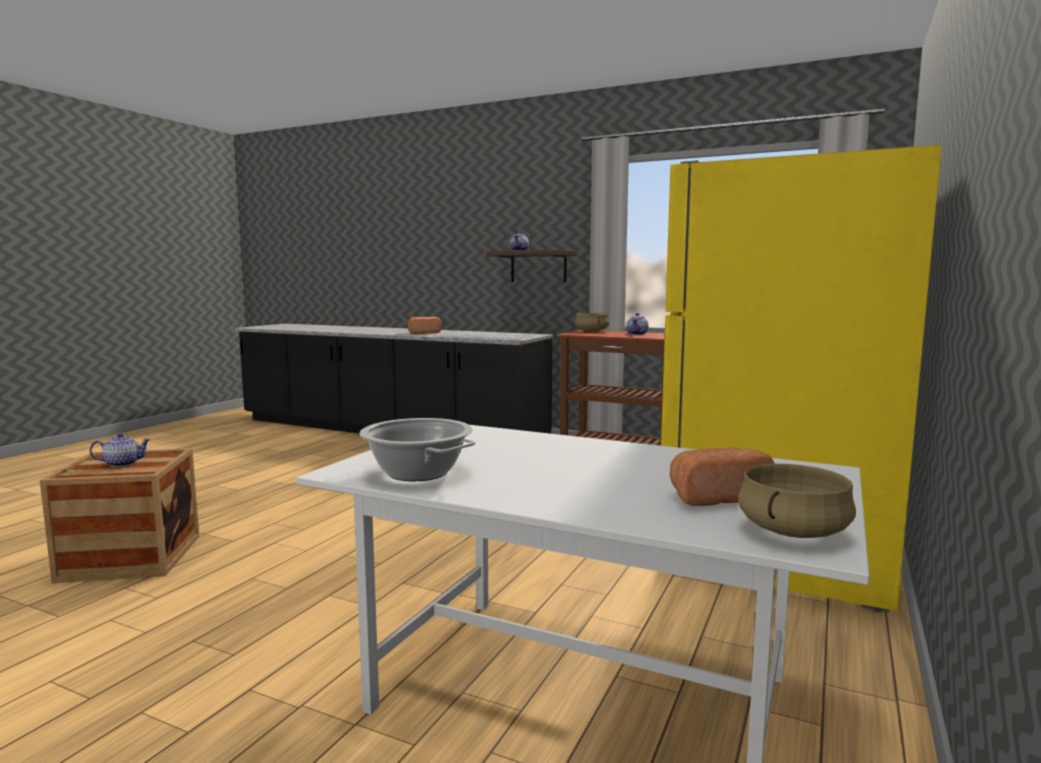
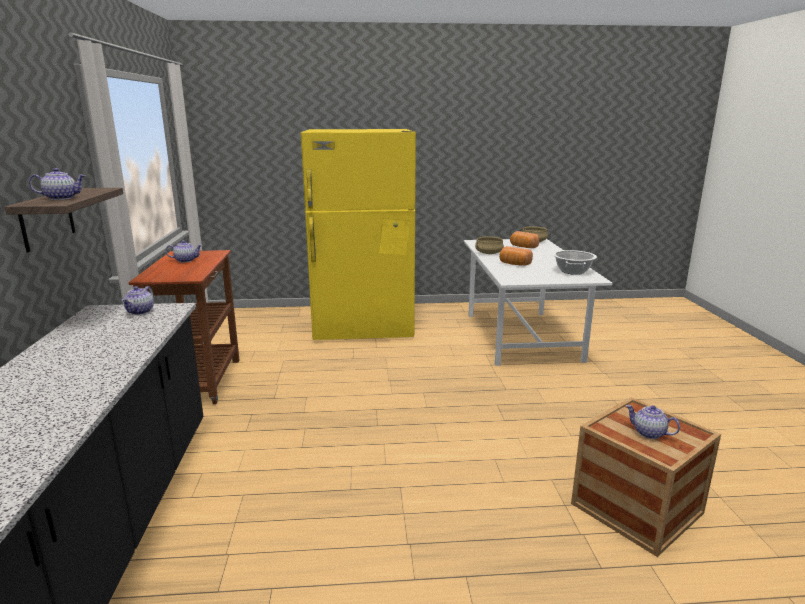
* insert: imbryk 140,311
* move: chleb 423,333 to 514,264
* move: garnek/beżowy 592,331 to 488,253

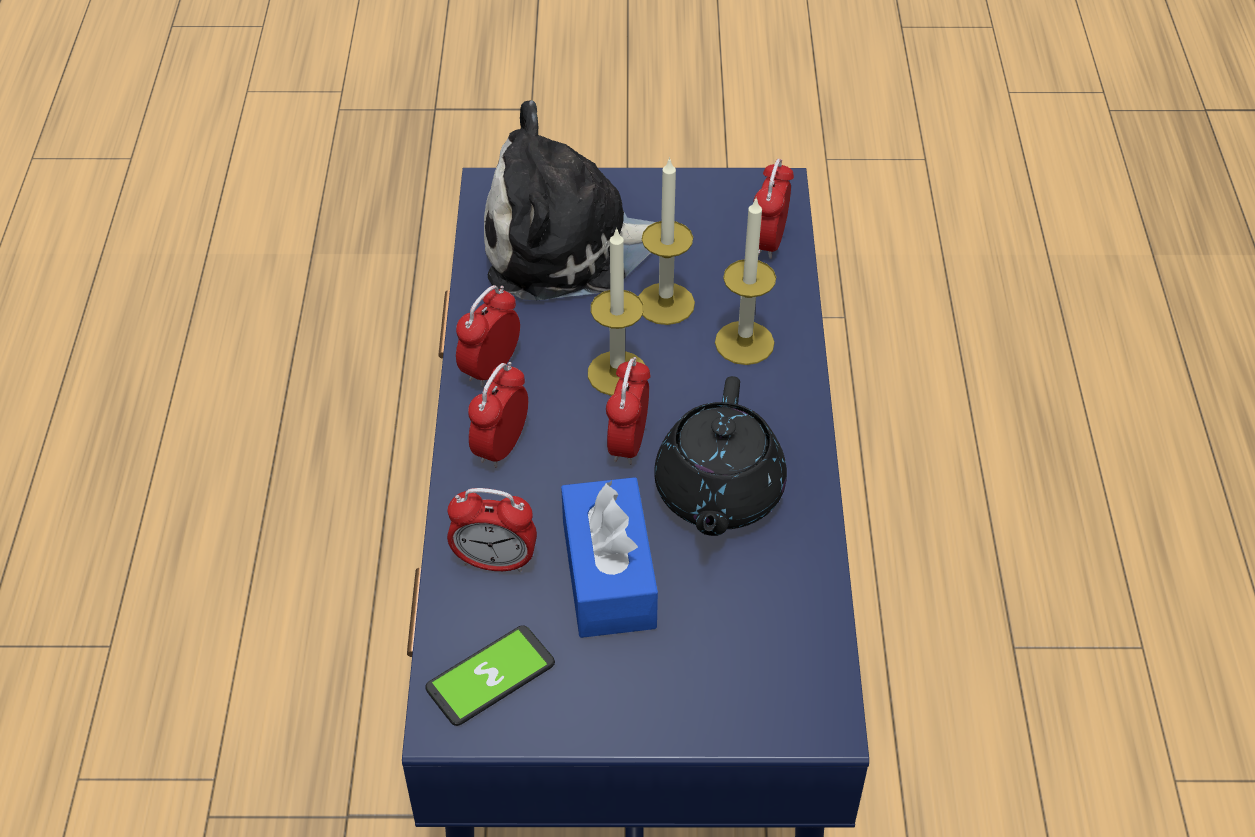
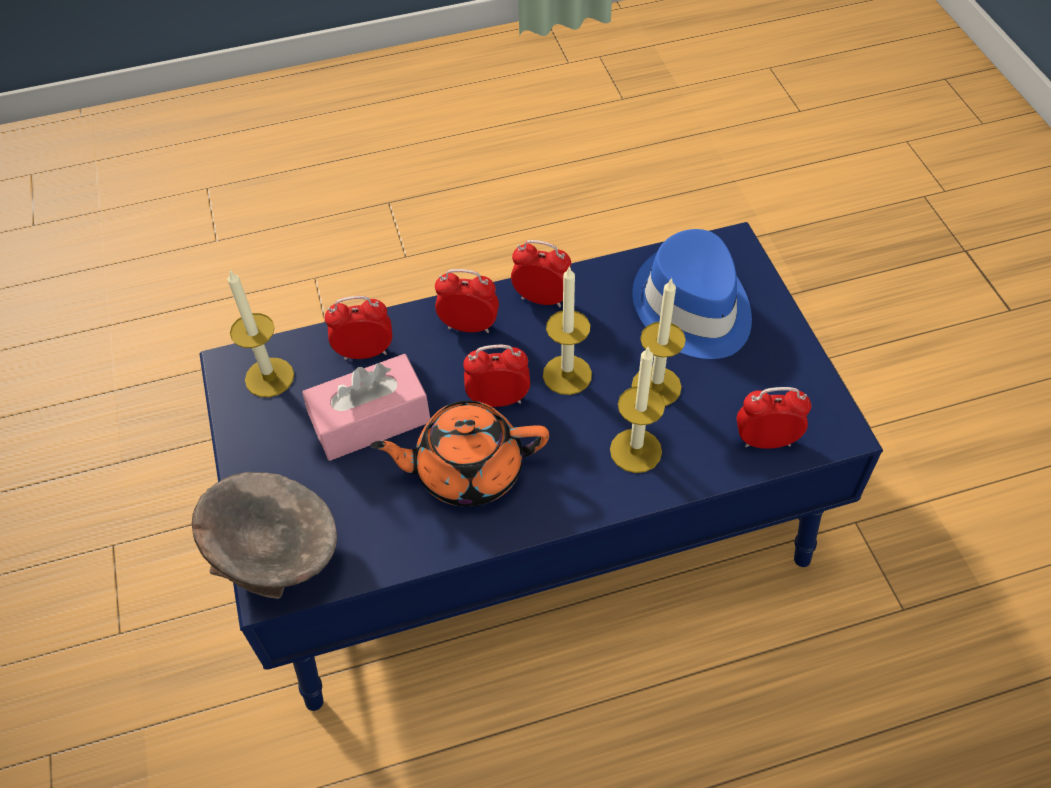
* insert: miska/szary 278,559
* replace: telefon 490,676 to świeca 269,377
* replace: pluszak 569,245 to kapelusz/niebieski 692,308
* recolor: pudełko chusteczek/niebieski 608,574 to pudełko chusteczek/różowy 370,420
* recolor: imbryk/czarny 717,493 to imbryk/pomarańczowy 467,469
* rotate: budzik 495,562 = 364,352 90 degrees clockwise

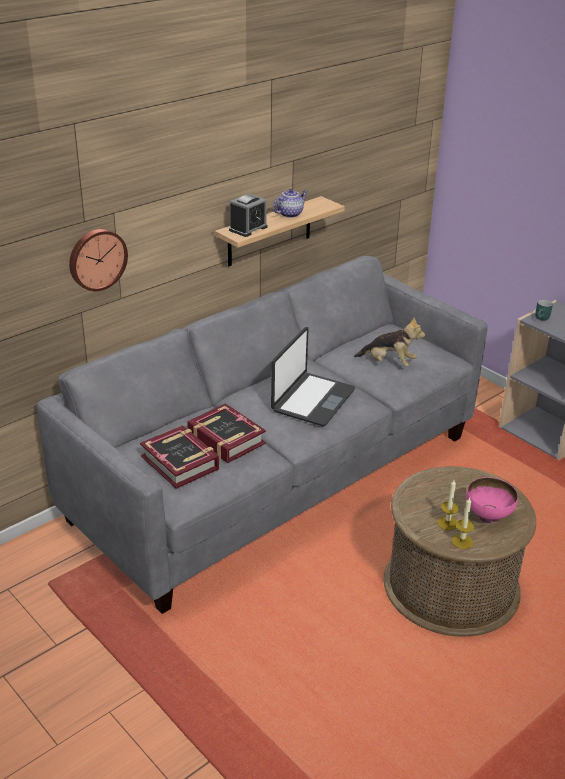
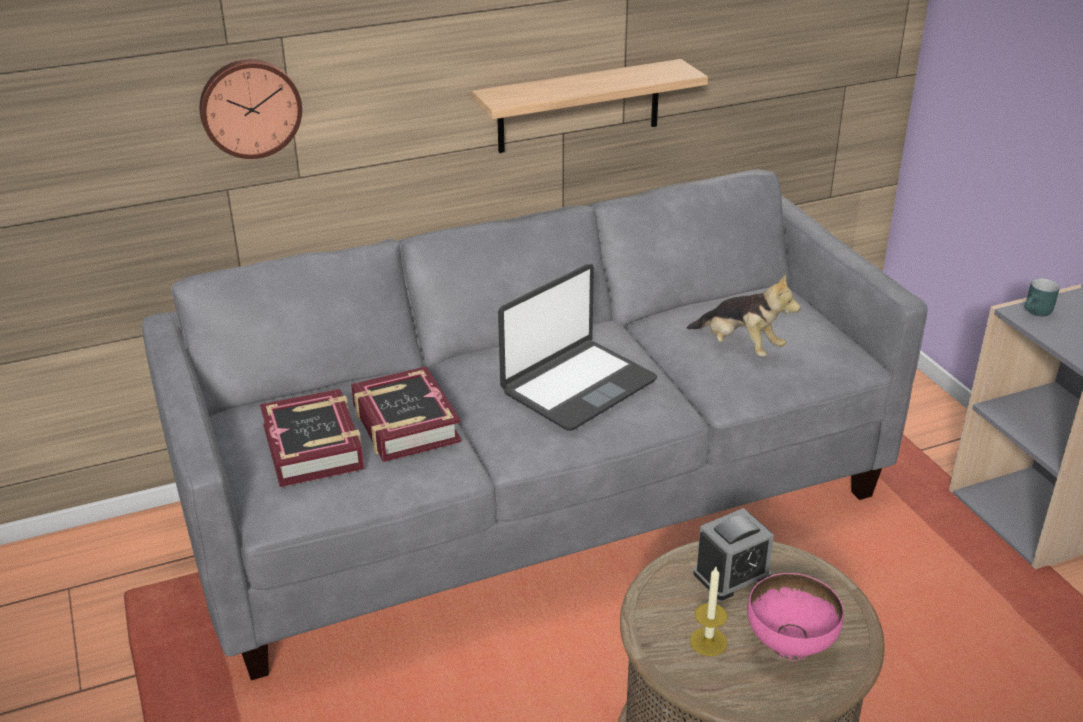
* delete: imbryk 290,214
* delete: świeca 462,541
* move: budzik 248,228 to 732,575

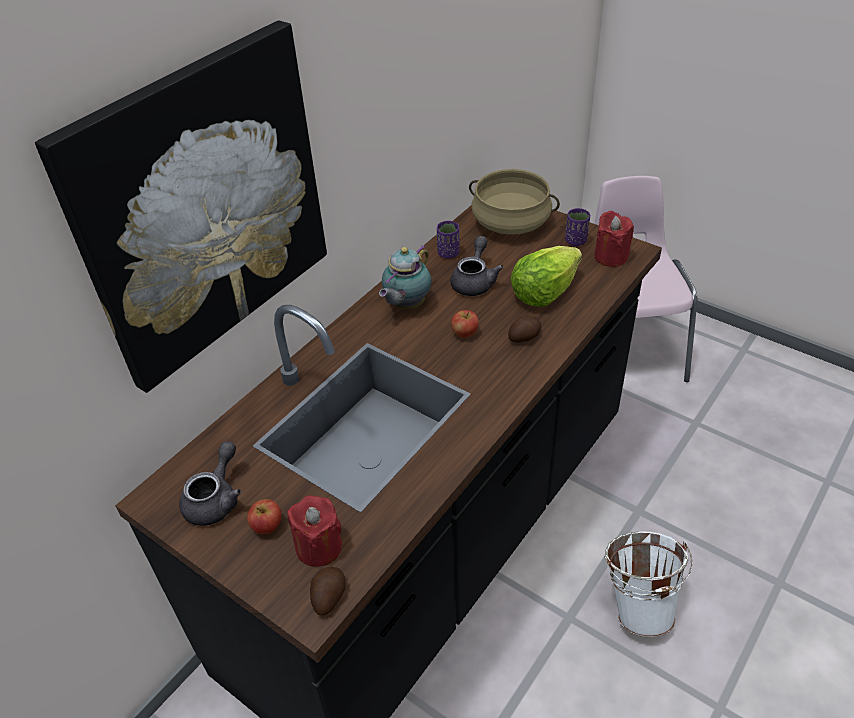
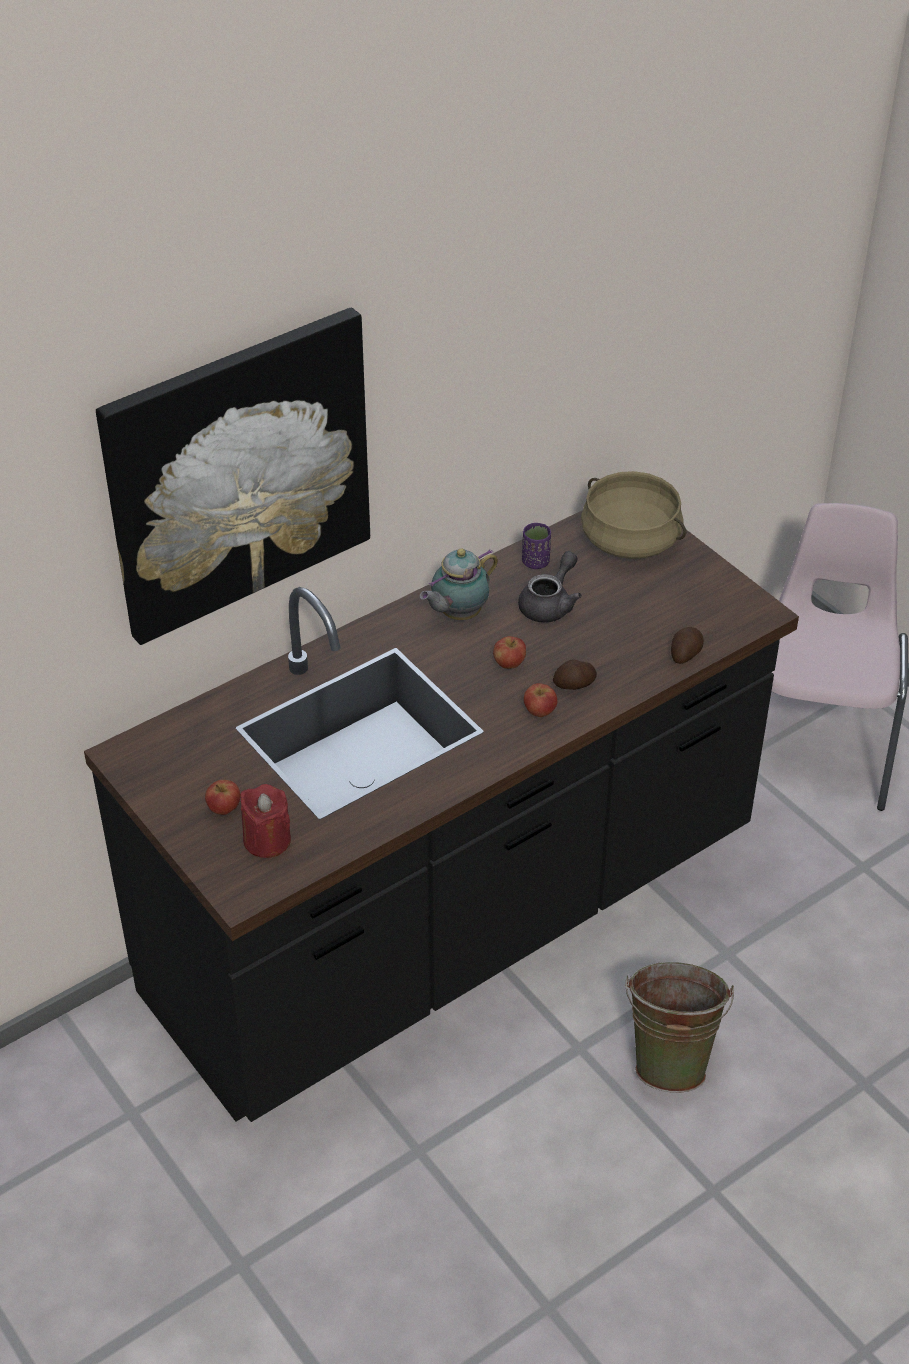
* delete: imbryk/szary 216,499
* delete: sałata 543,293
* delete: filiżanka/fioletowy 576,241
* delete: świeca/czerwony 611,256
* insert: jabłko 540,711
* move: ziemniak 328,596 to 685,653
* recolor: wiadro/biały 638,604 to wiadro/zielony 671,1058

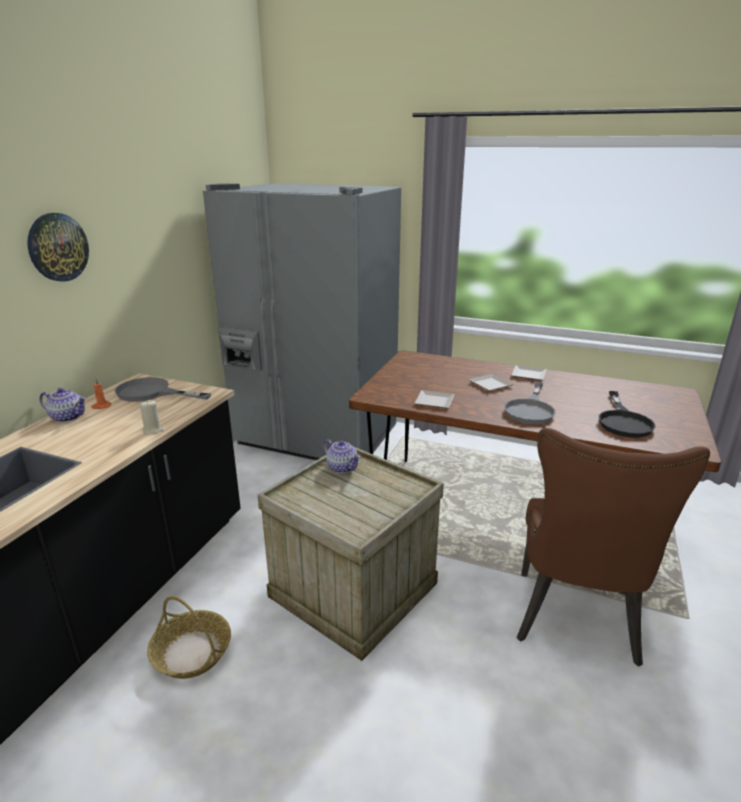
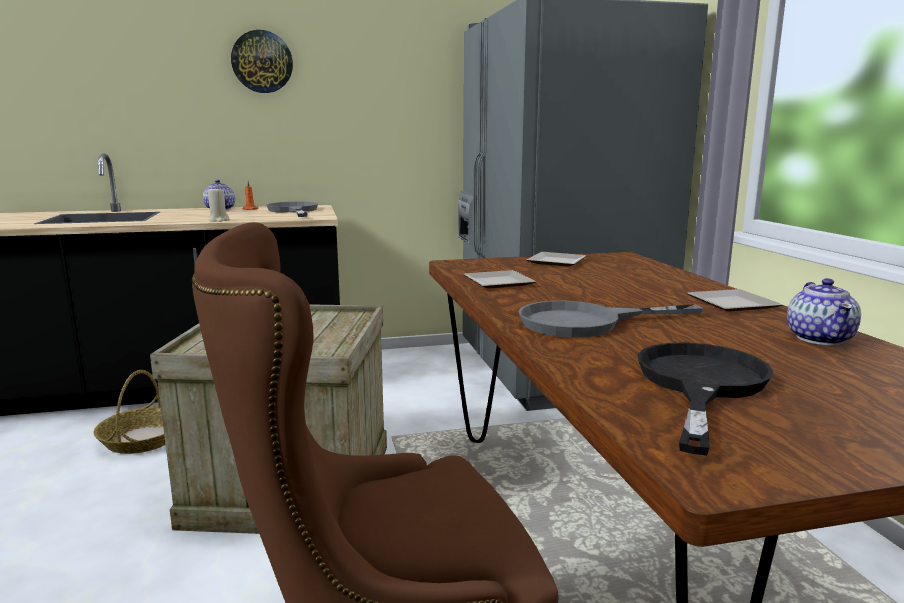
* move: imbryk 342,467 to 820,338
* move: talerz 489,384 to 555,261
* rotate: patelnia/czarny 623,421 = 699,385 135 degrees clockwise

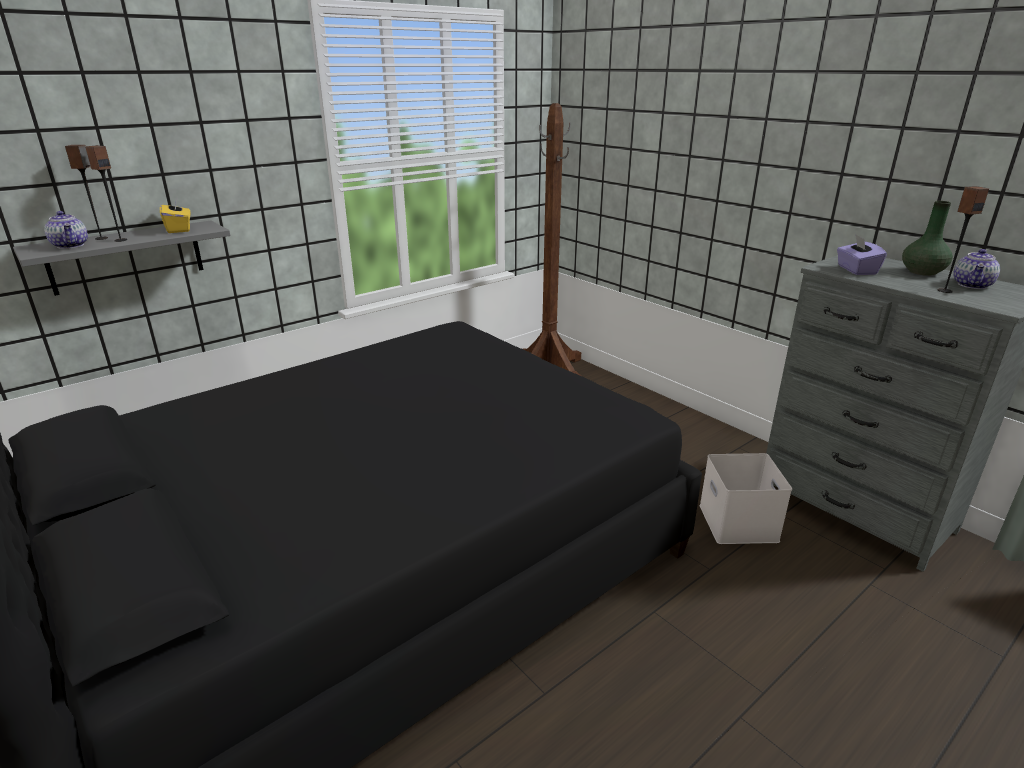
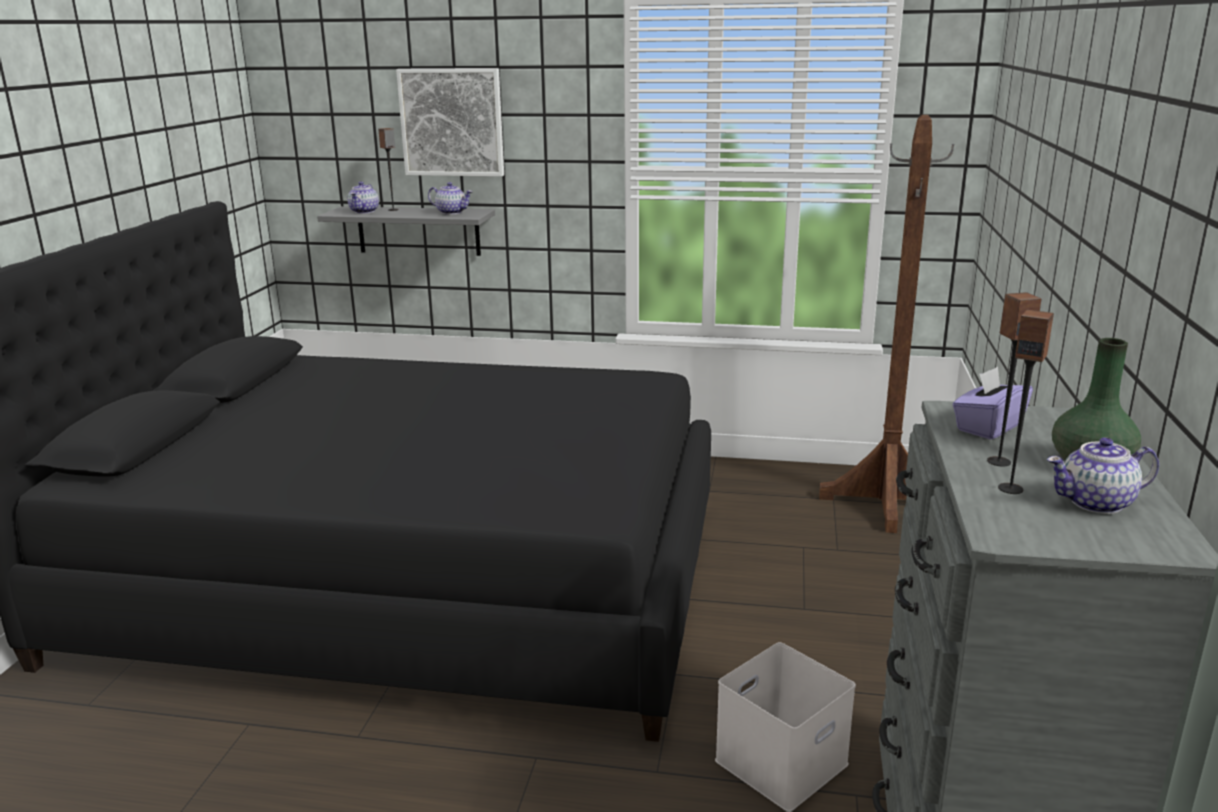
* insert: obraz 452,122
* move: głośnik 120,240 to 998,461
* replace: pudełko chusteczek/żółty 179,229 to imbryk 452,212

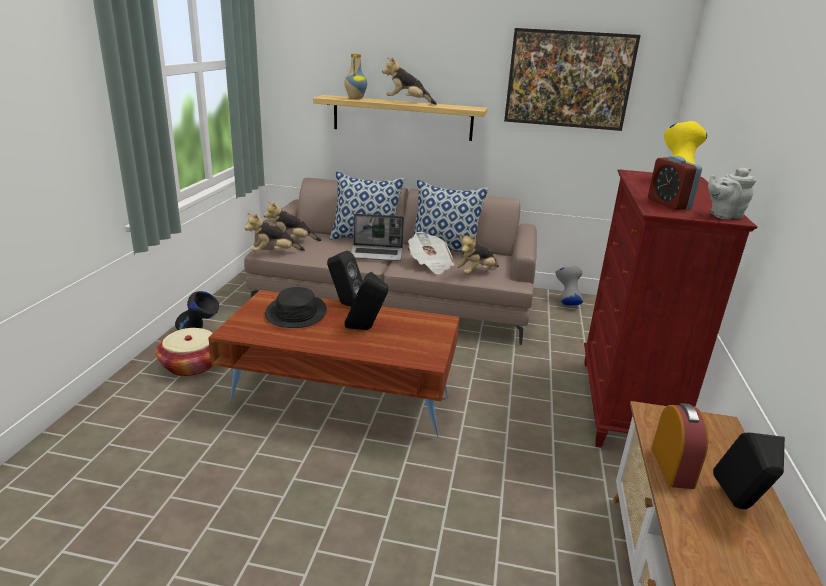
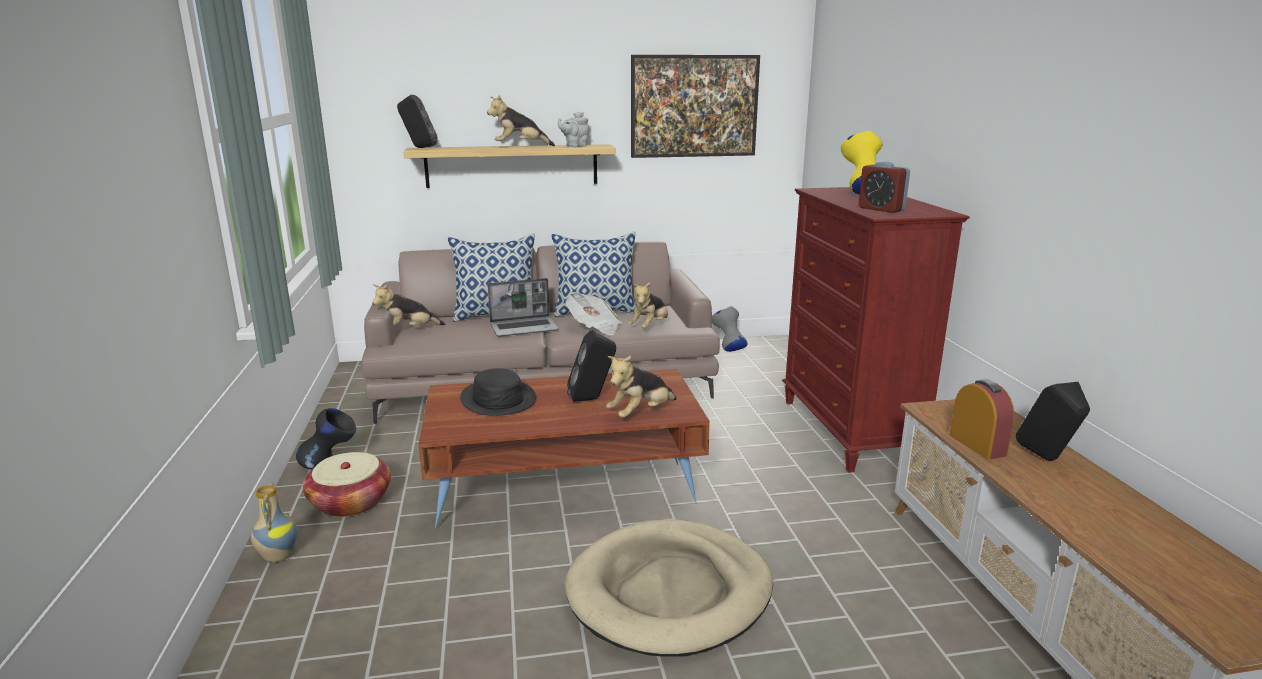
* insert: legowisko/beżowy 670,592
* move: pluszak 274,253 to 640,413
* move: głośnik/czarny 345,304 to 419,148
* move: wazon 355,98 to 277,556
* move: imbryk/szary 723,215 to 574,146

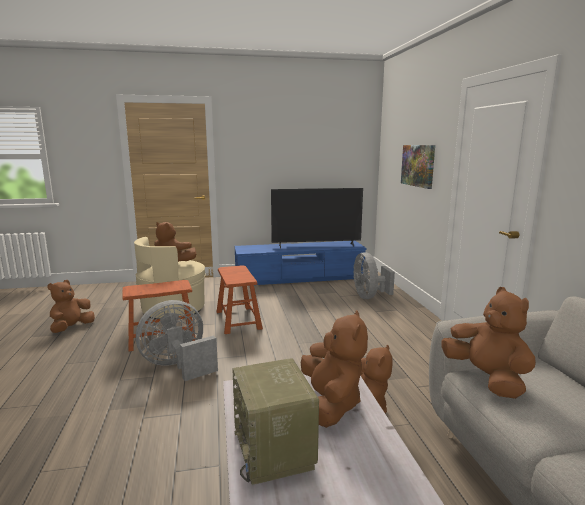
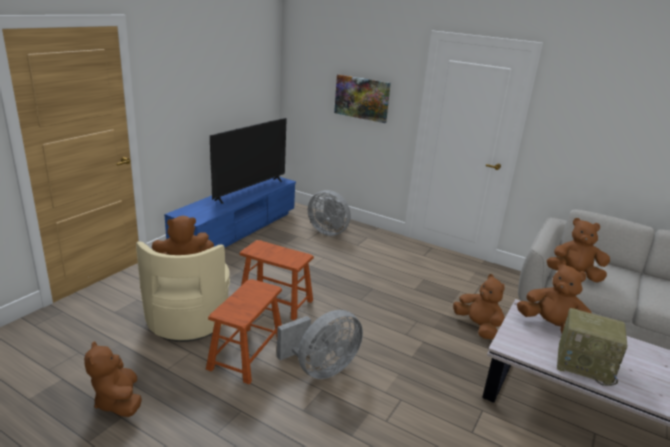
* rotate: wentylator/szary 178,366 = 321,369 135 degrees counterclockwise

